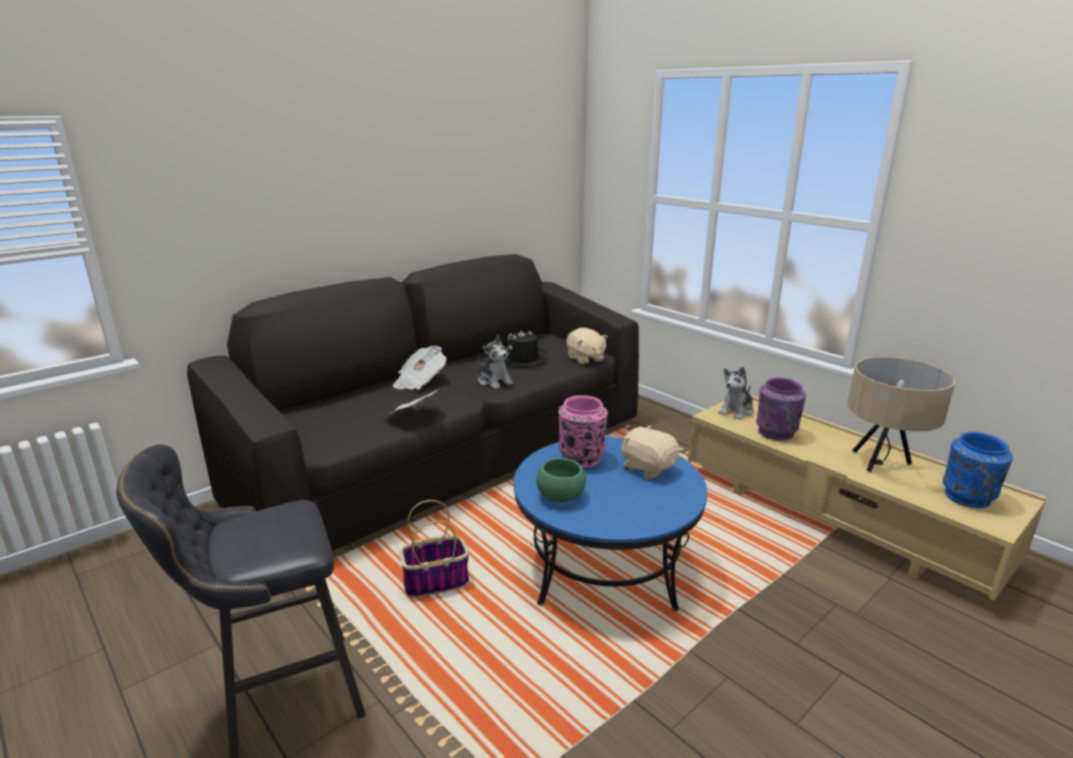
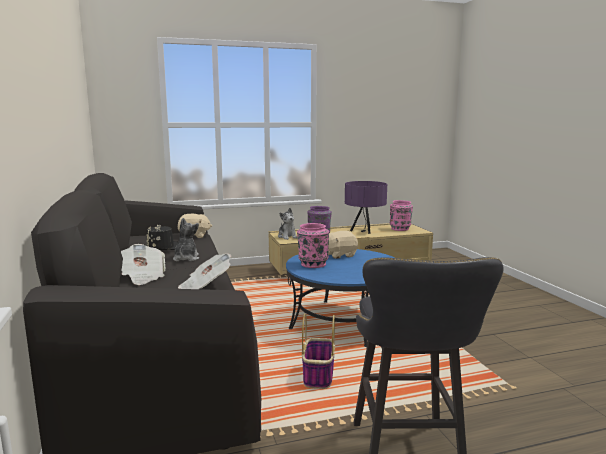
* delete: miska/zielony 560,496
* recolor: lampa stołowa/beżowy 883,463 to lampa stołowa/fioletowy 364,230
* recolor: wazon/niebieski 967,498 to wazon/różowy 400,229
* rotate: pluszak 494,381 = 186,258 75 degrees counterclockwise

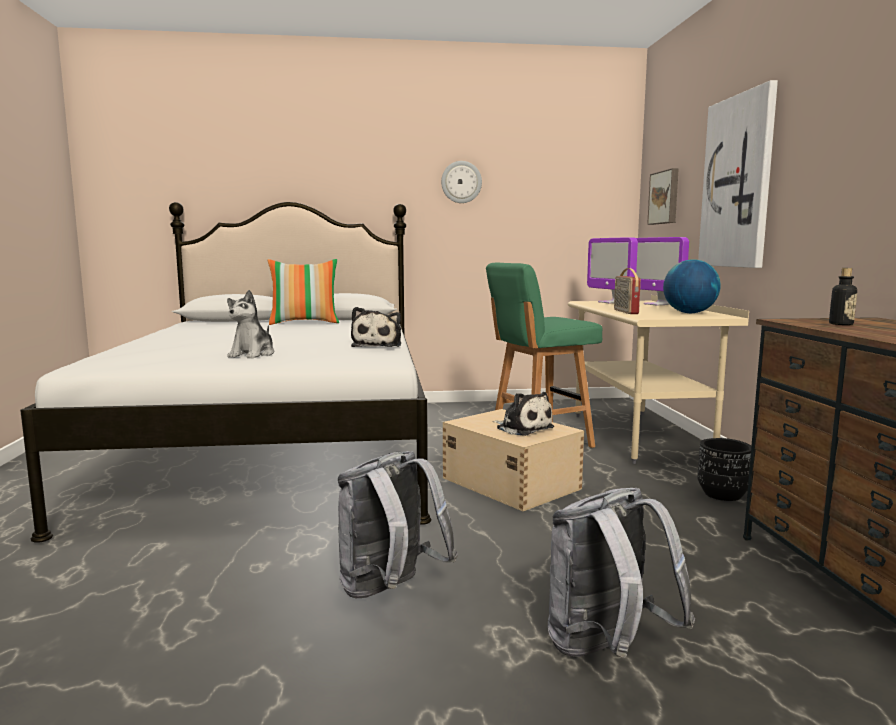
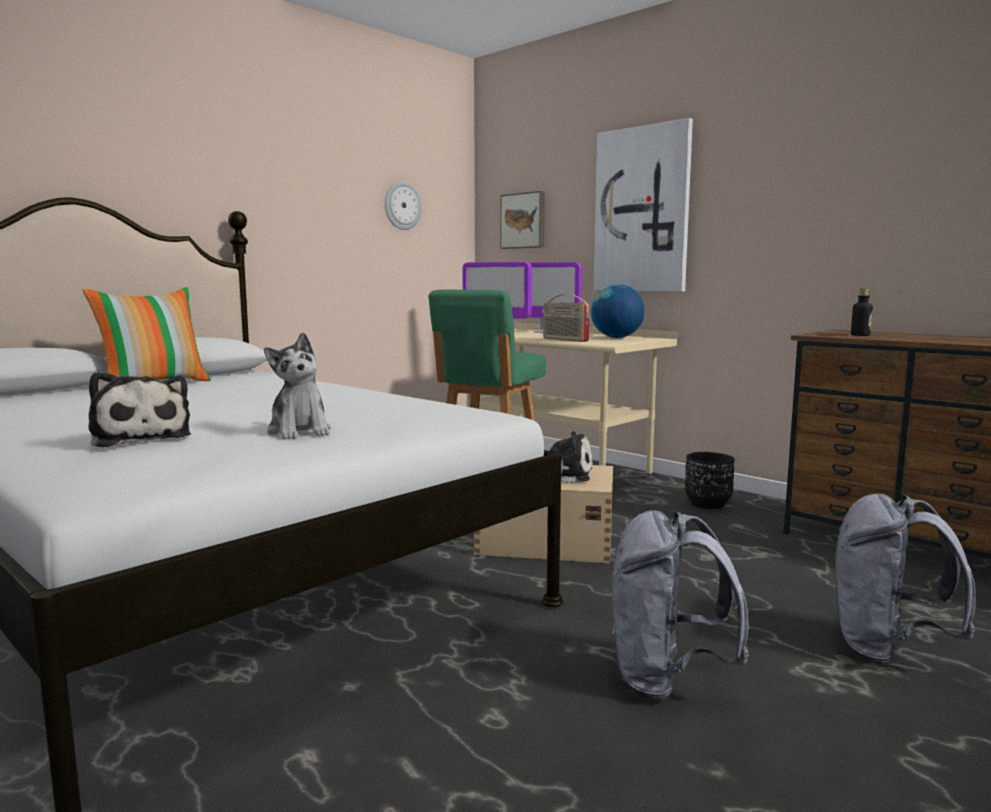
* move: pluszak 378,345 to 140,438
* move: zegar ścienny 461,182 to 402,206

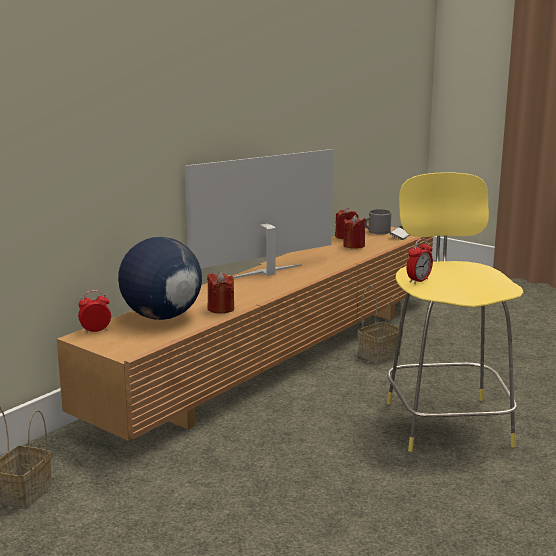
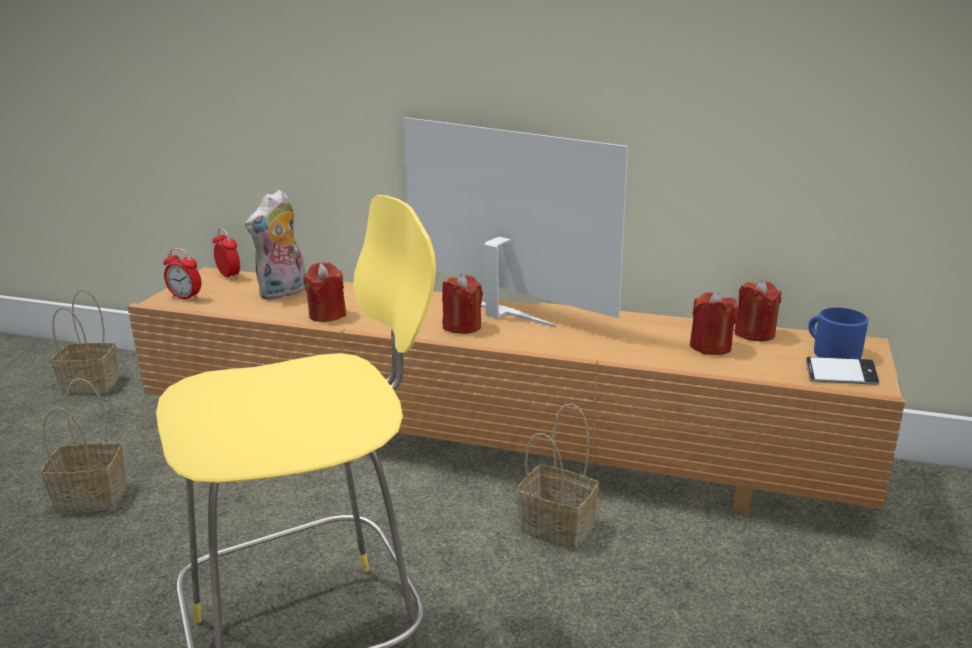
* insert: koszyk 94,496
* insert: świeca/czerwony 462,326
* move: budzik 418,280 to 185,297
* replace: globus 161,317 to pluszak 284,293
* recolor: kubek/szary 376,231 to kubek/niebieski 831,351

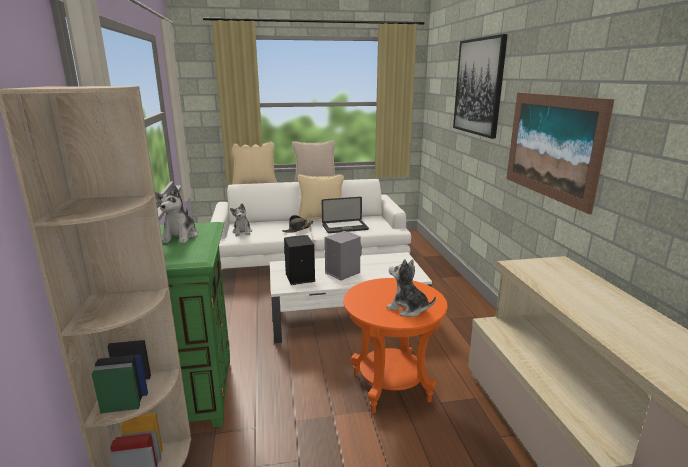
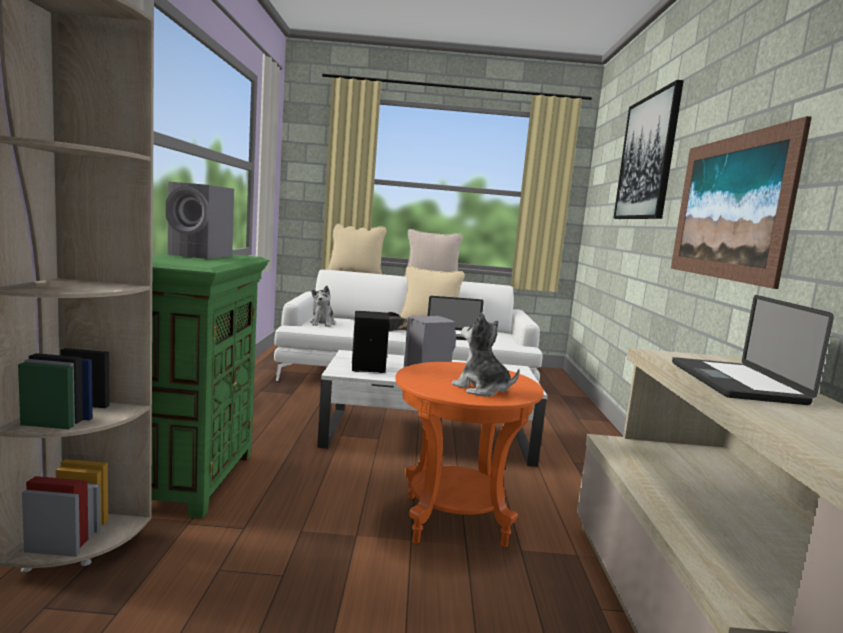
* insert: laptop 735,382
* replace: pluszak 180,236 to głośnik/szary 202,256

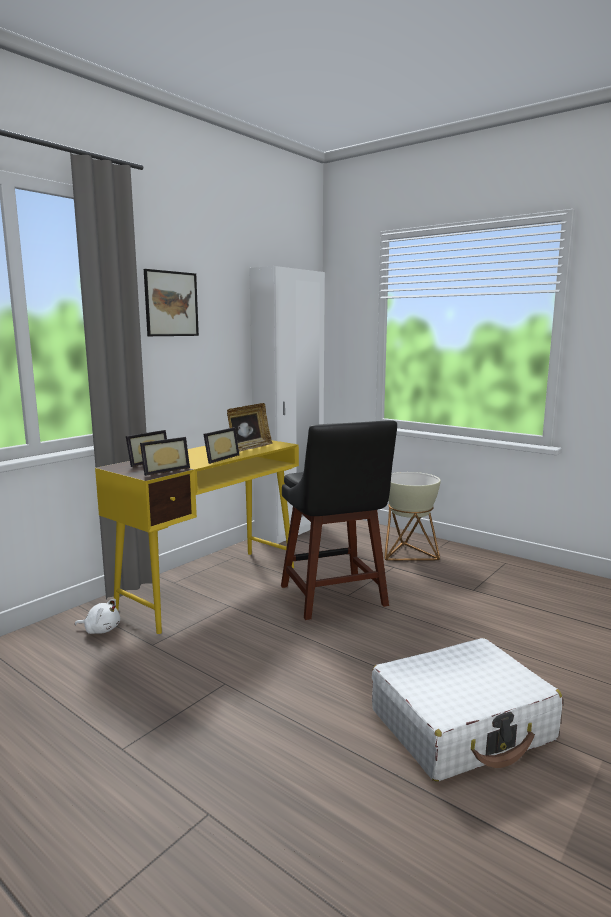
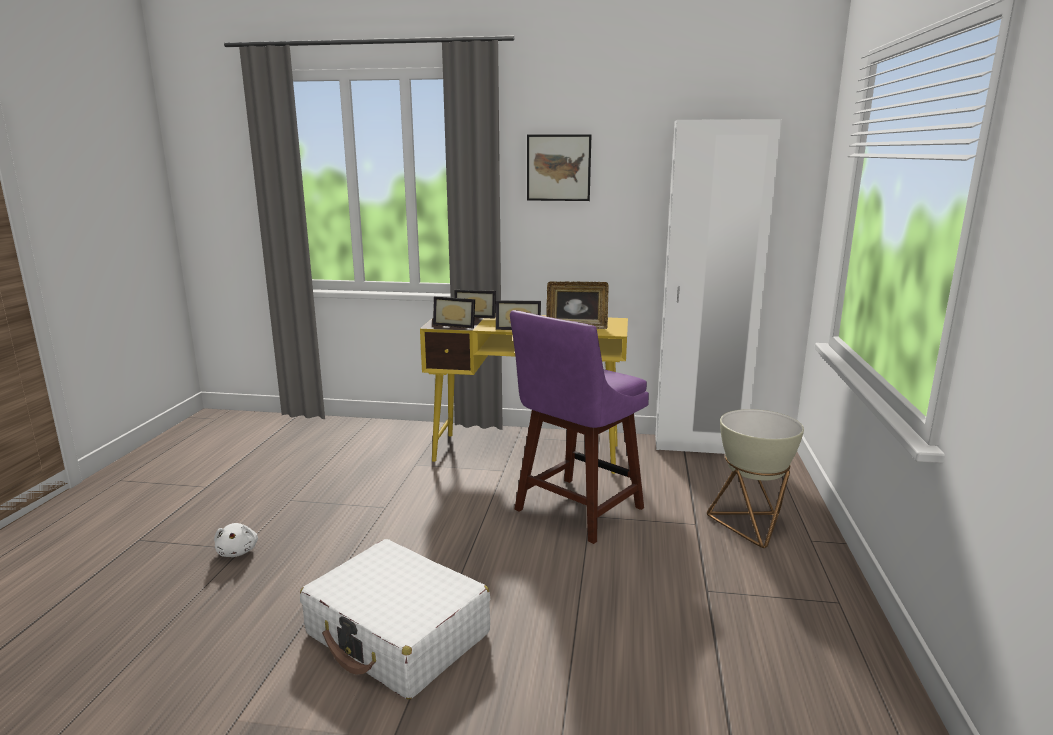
* move: pluszak/biały 101,630 to 238,551
* recolor: krzesło/czarny 334,598 to krzesło/fioletowy 574,511

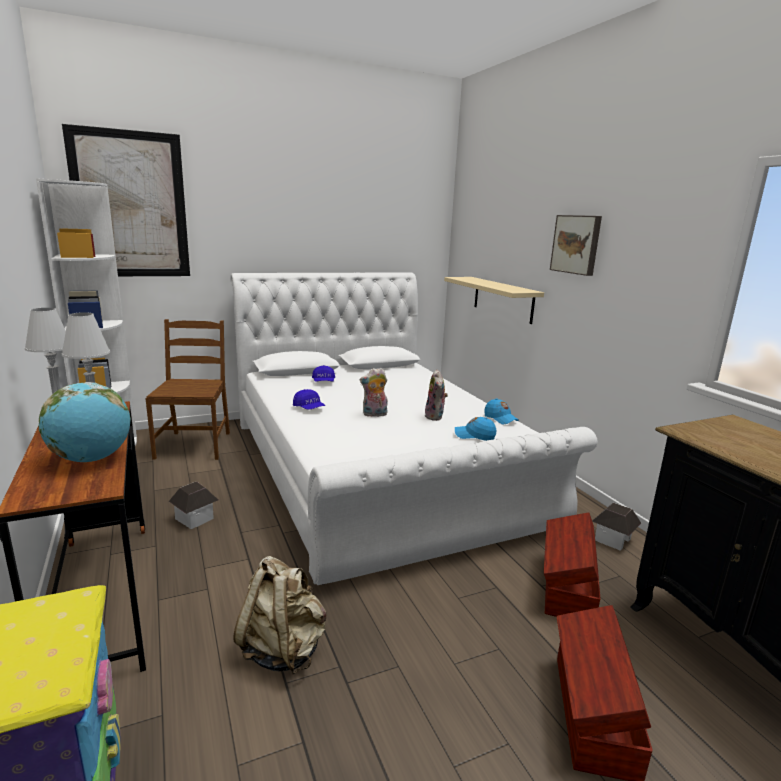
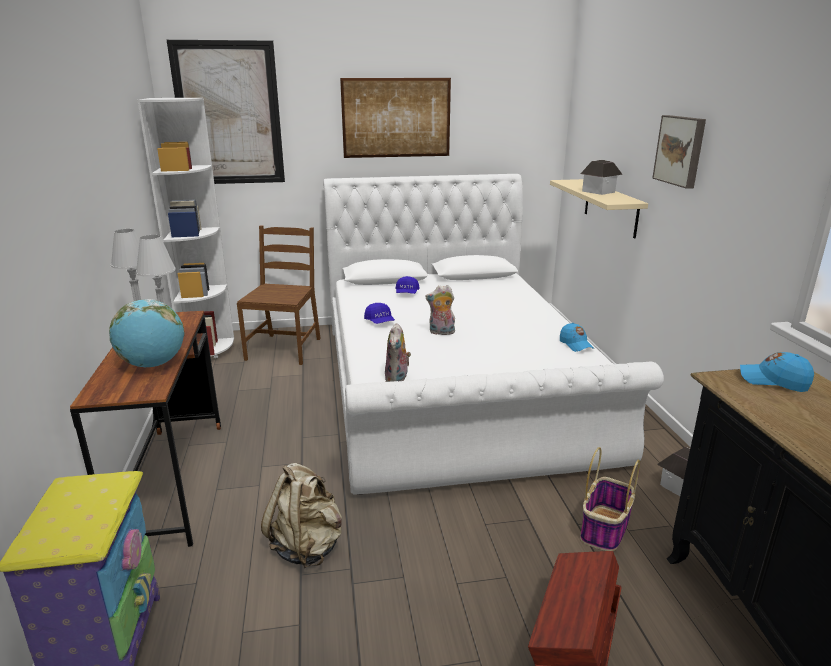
* insert: obraz 396,118
* move: domek 195,518 to 599,191
* move: pluszak 435,417 to 398,379
* move: czapka z daszkiem/niebieski 474,436 to 773,381
* replace: pojemnik do przechowywania/brązowy 567,587 to koszyk 604,529

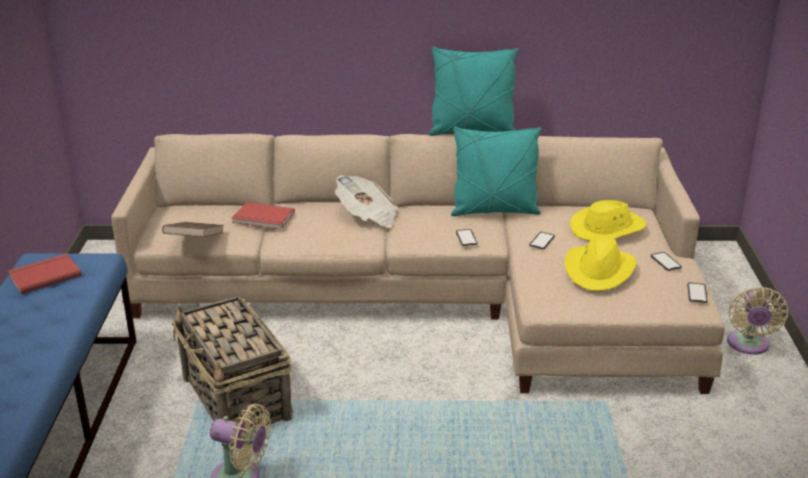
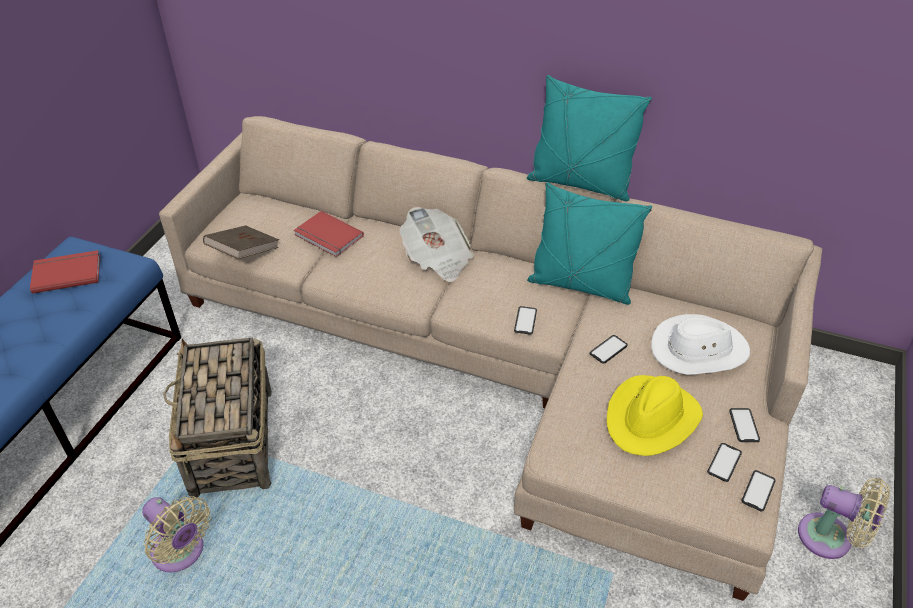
* insert: telefon 724,462
* recolor: kapelusz/żółty 607,228 to kapelusz/biały 698,350
* rotate: wentylator/beżowy 748,345 = 830,539 90 degrees counterclockwise

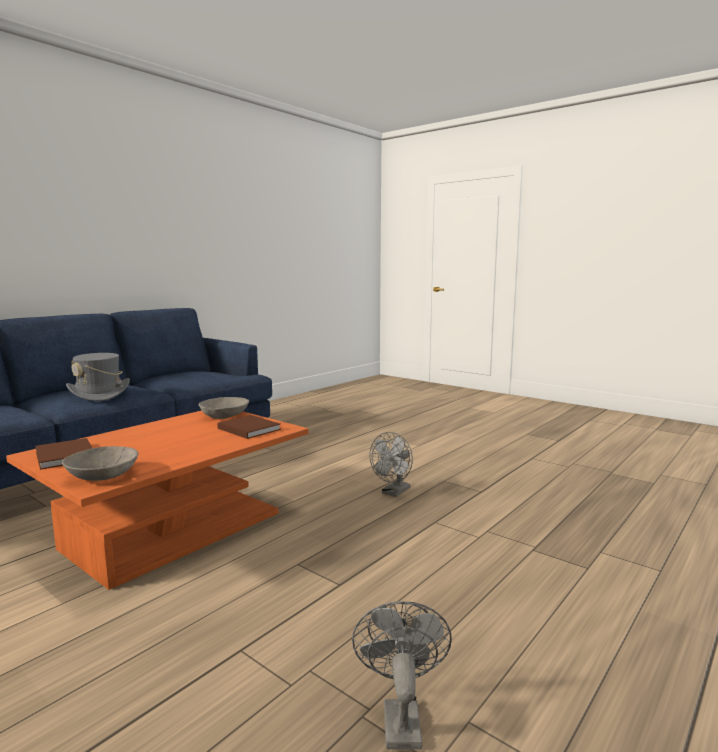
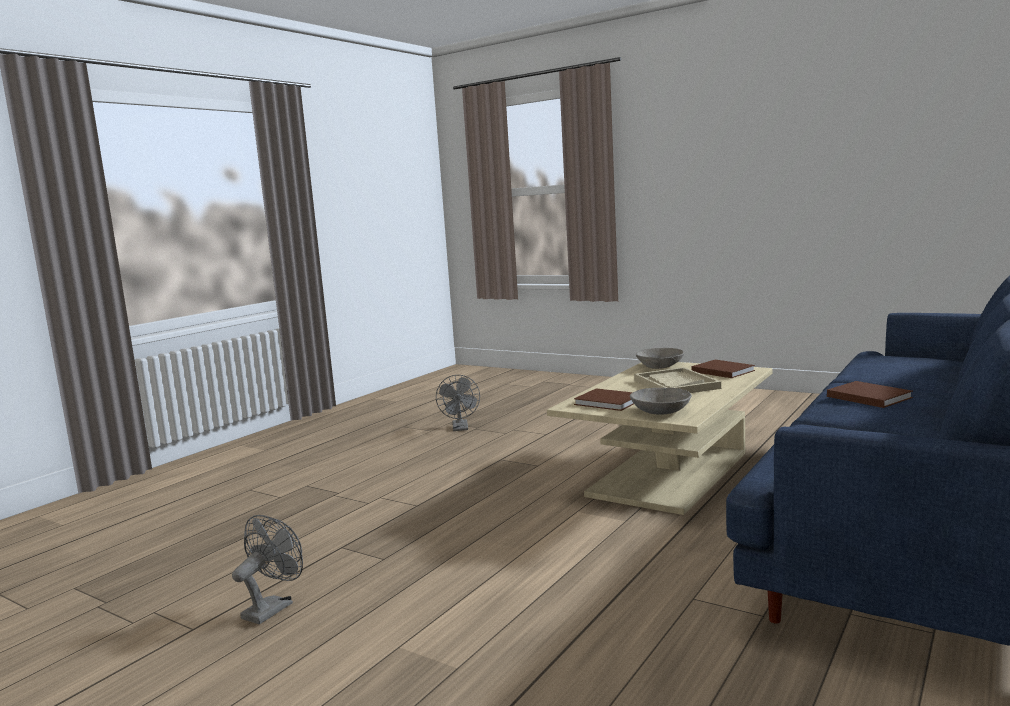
* insert: taca/beżowy 676,384
* move: wentylator/szary 393,492 to 273,607
* replace: kapelusz/szary 100,394 to książka/brązowy 866,396
* recolor: ława/pomarańczowy 175,530 to ława/beżowy 669,474

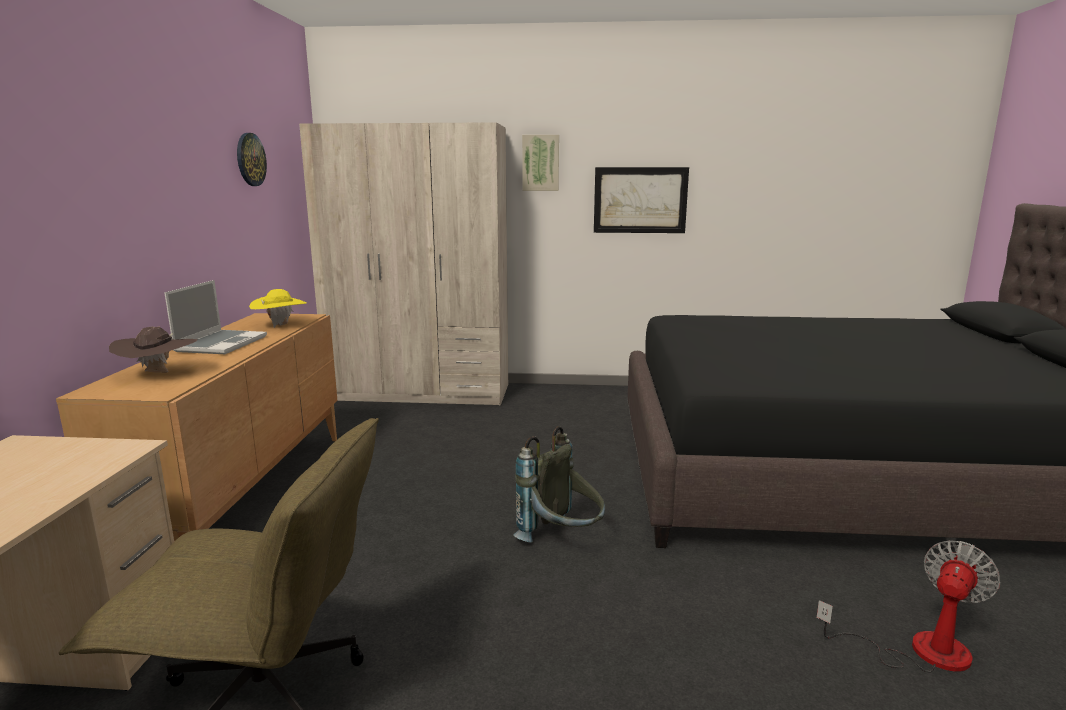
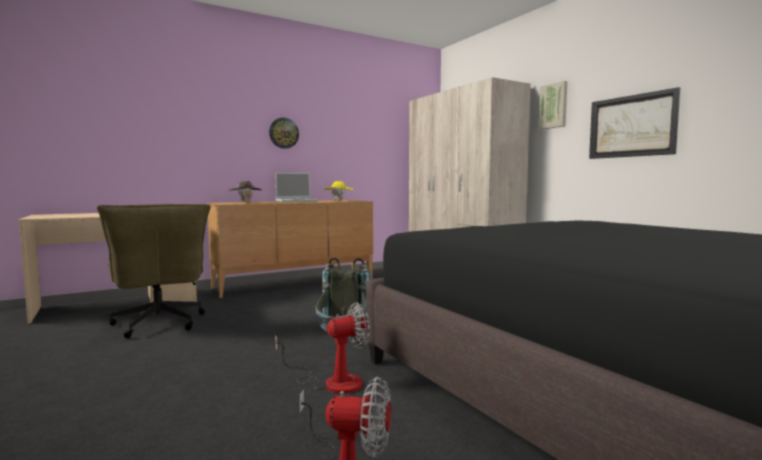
* insert: wentylator 332,382
* move: zegar ścienny 250,159 to 283,133

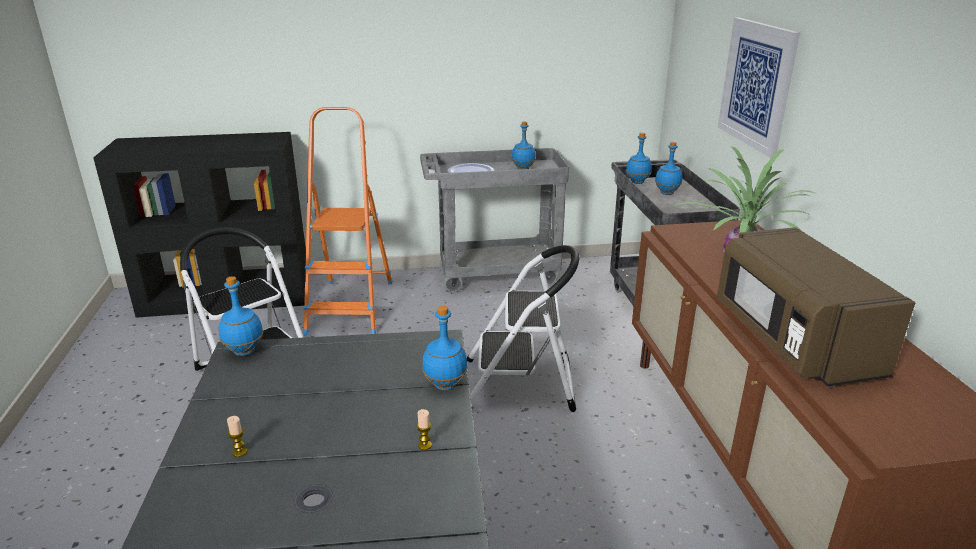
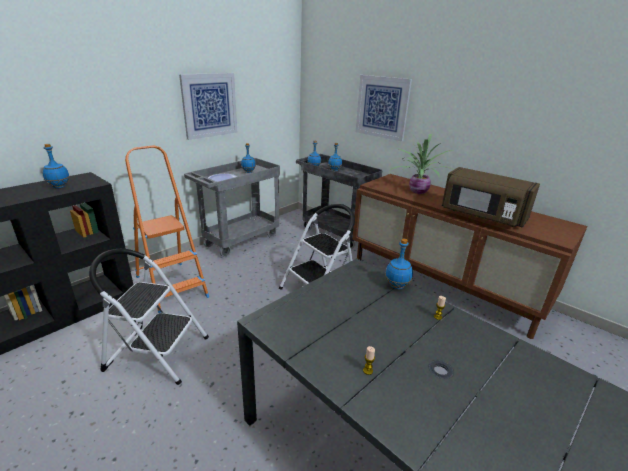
* insert: obraz 209,105
* move: butelka/niebieski 245,351 to 59,187

